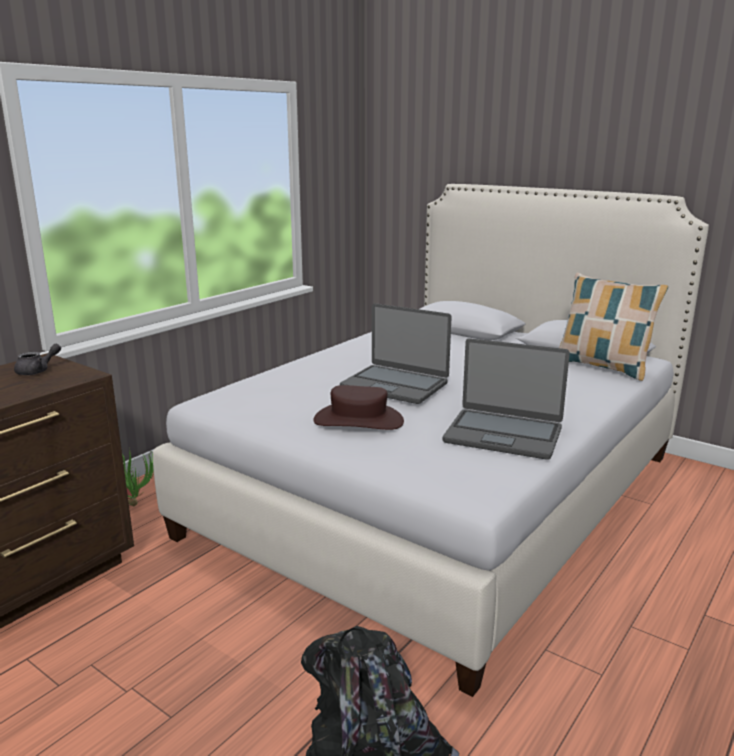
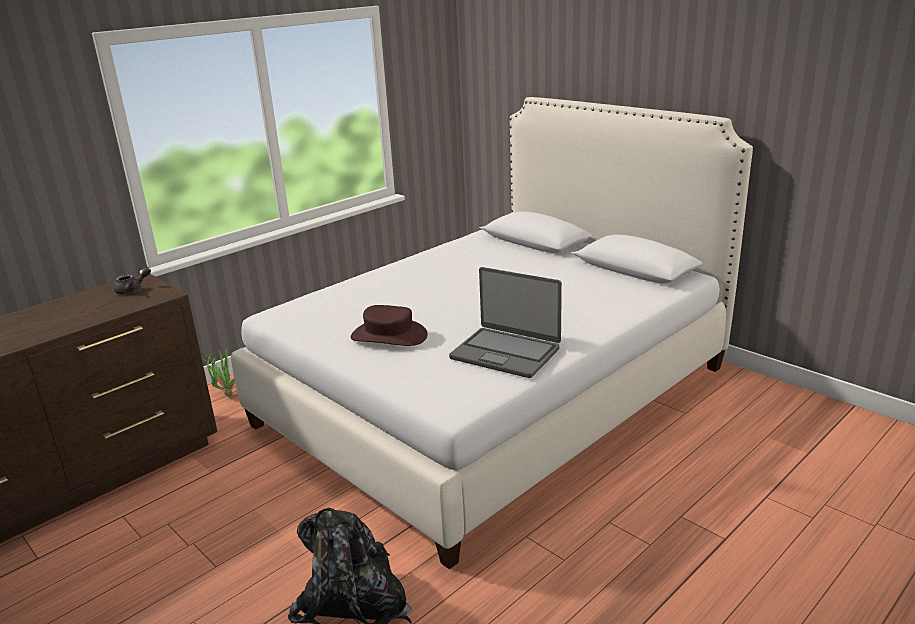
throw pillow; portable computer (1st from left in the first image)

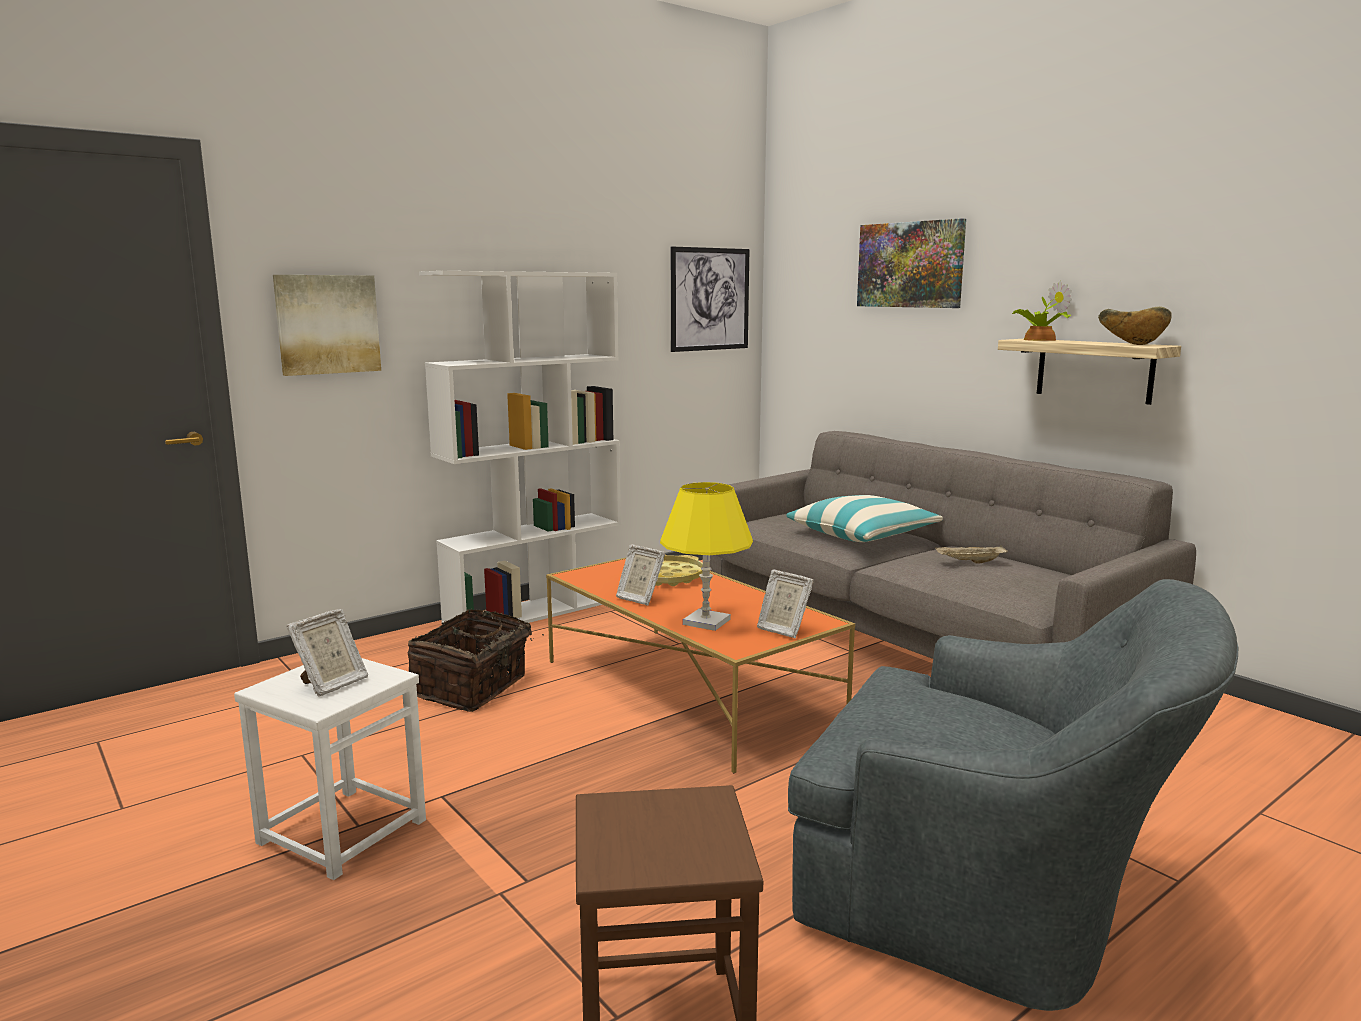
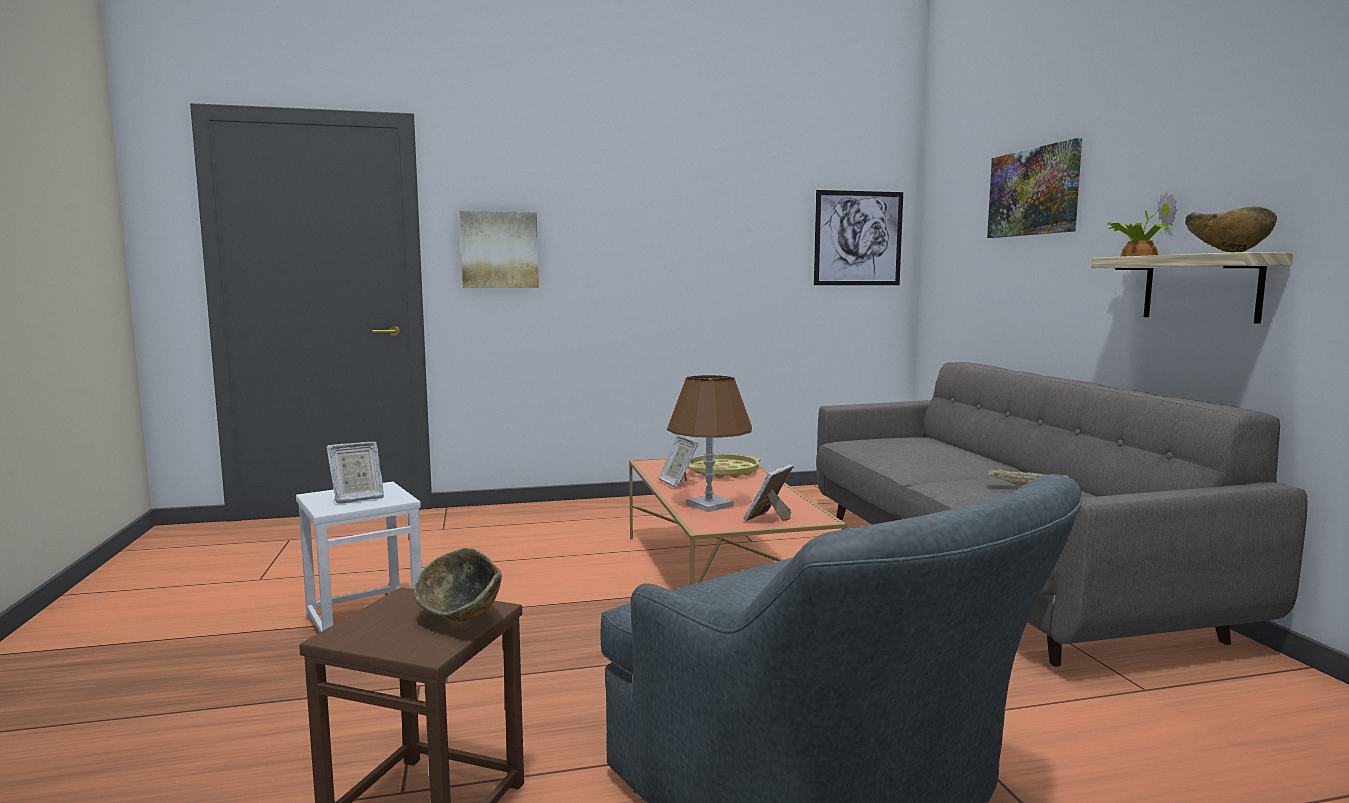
white-coloured bookshelf; brown-coloured lamp for a table; throw pillow; picture frame (3rd from left); household basket; bowl (1st from left)

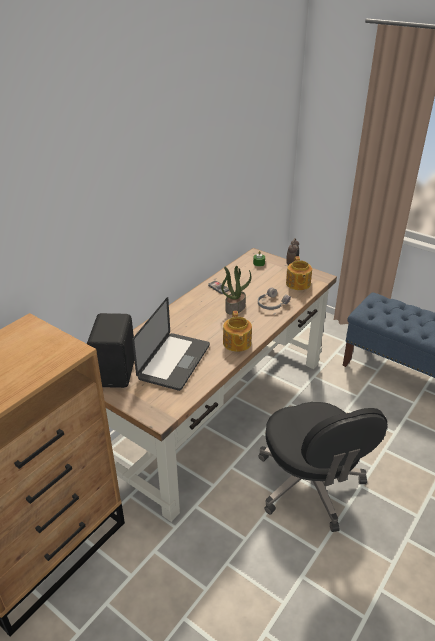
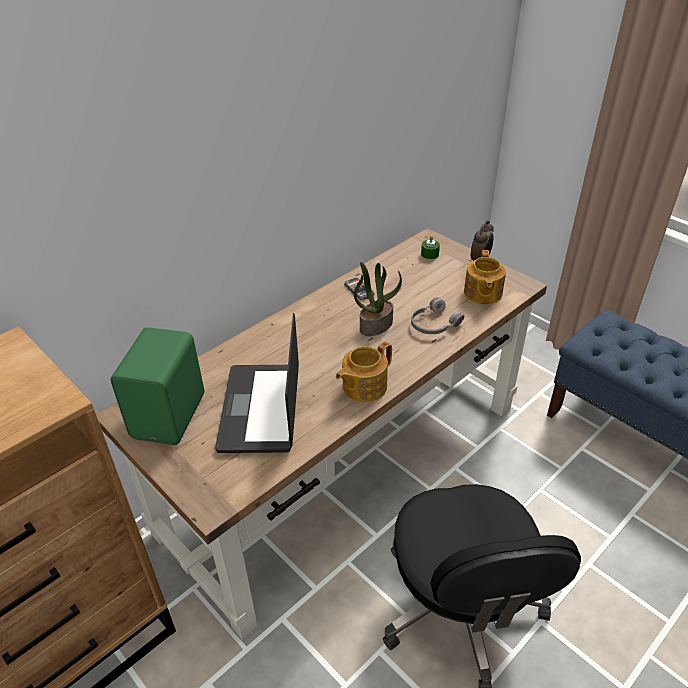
portable computer; tea pot (1st from left); greenish speaker

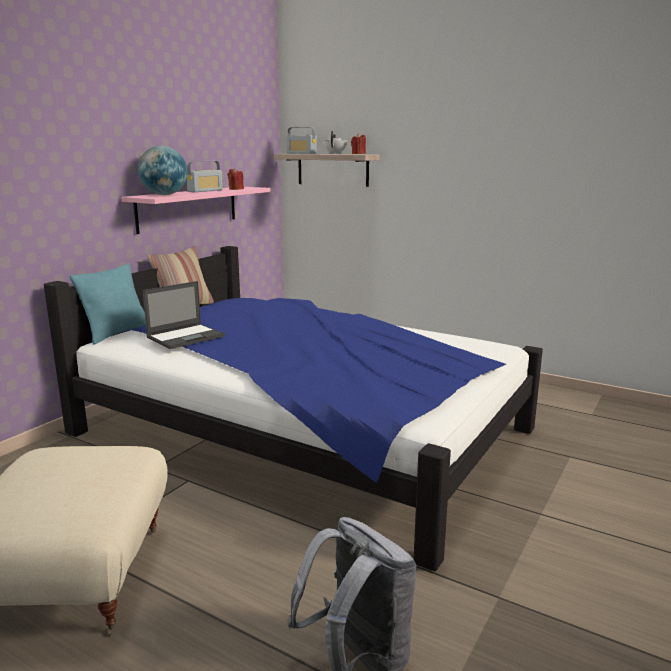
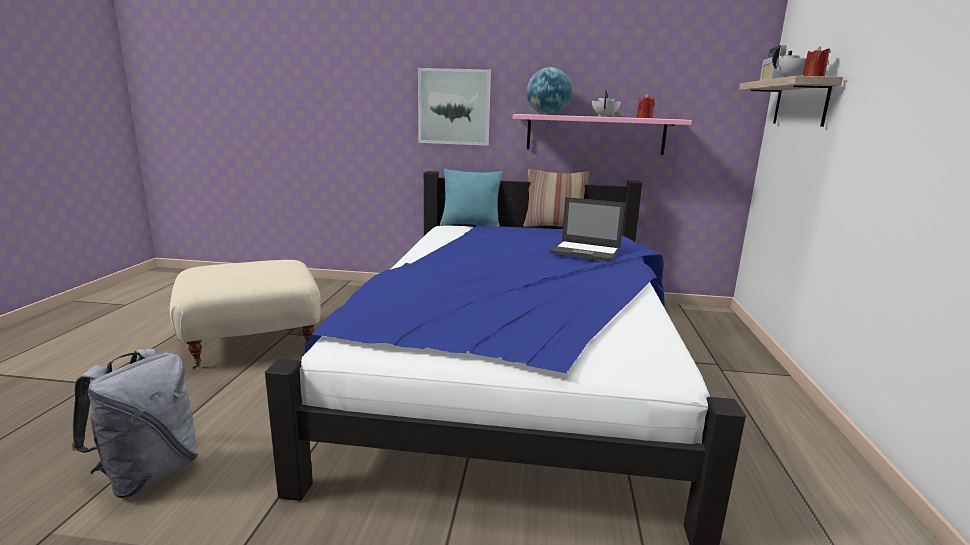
white-coloured tea pot (1st from left); portable computer; picture

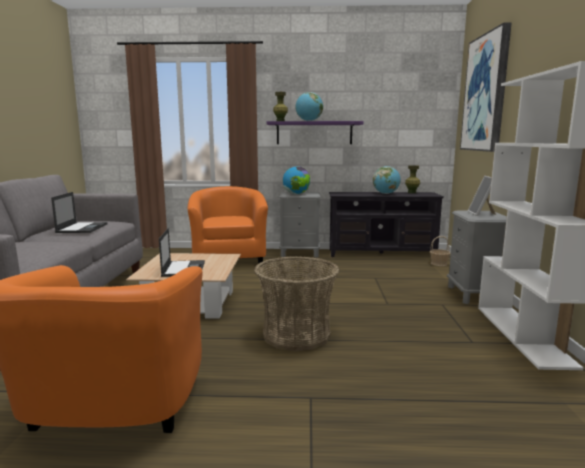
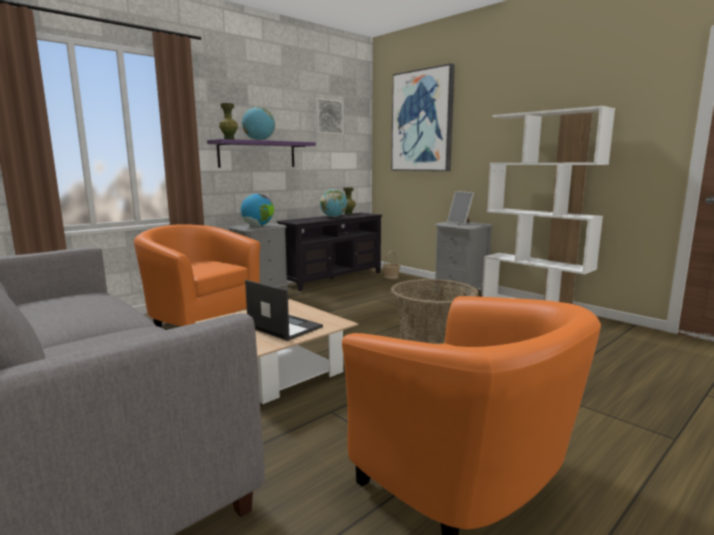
portable computer (1st from left in the first image); picture (1st from left)

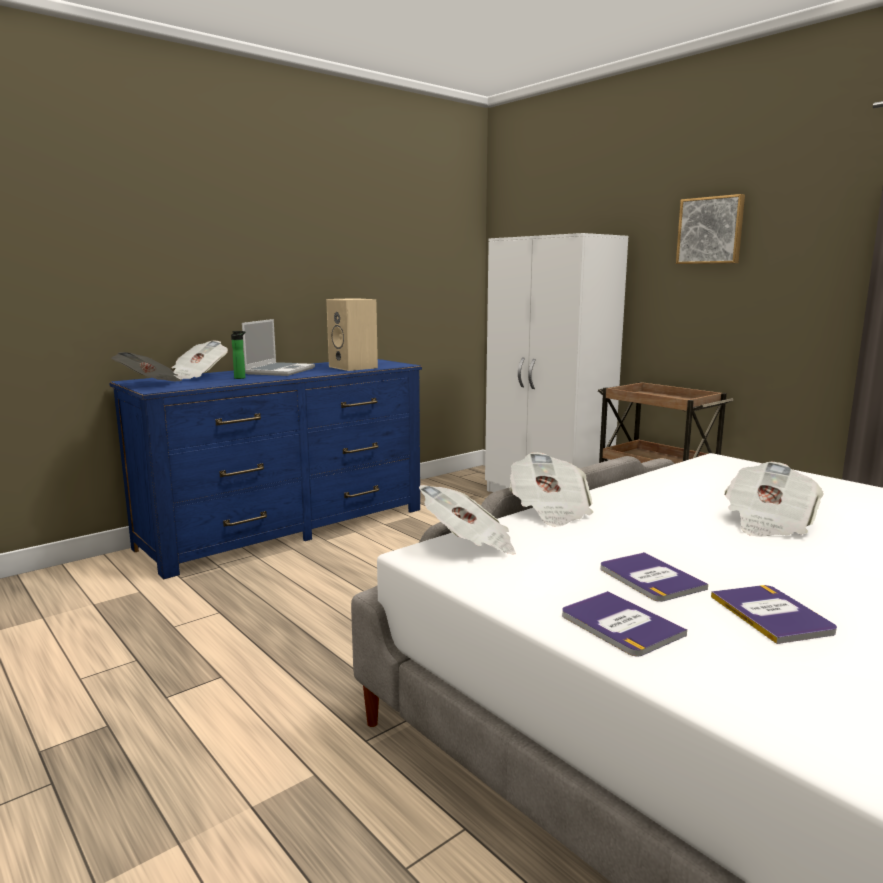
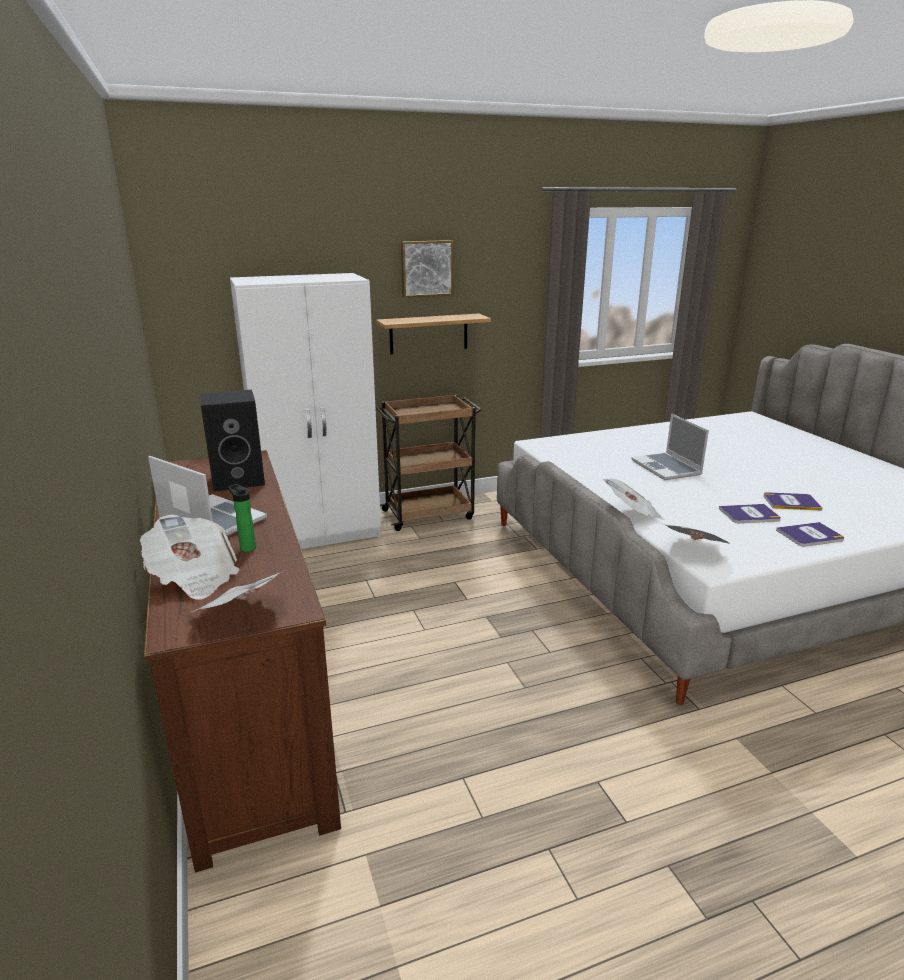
blackish speaker; brown-coloured drawer chest; portable computer (2nd from left); bracket shelf

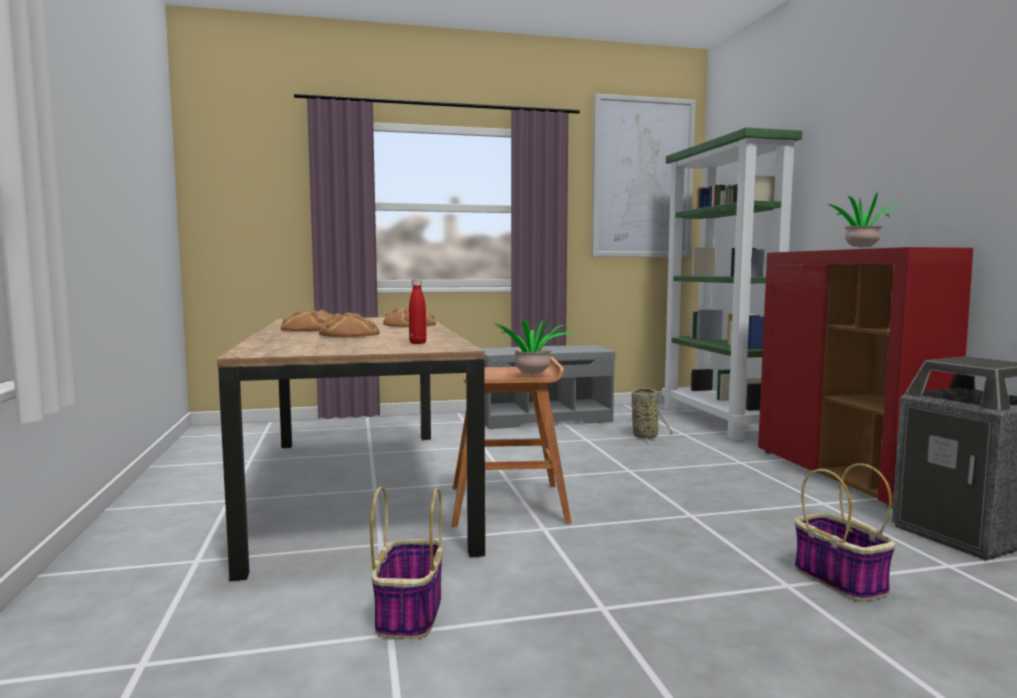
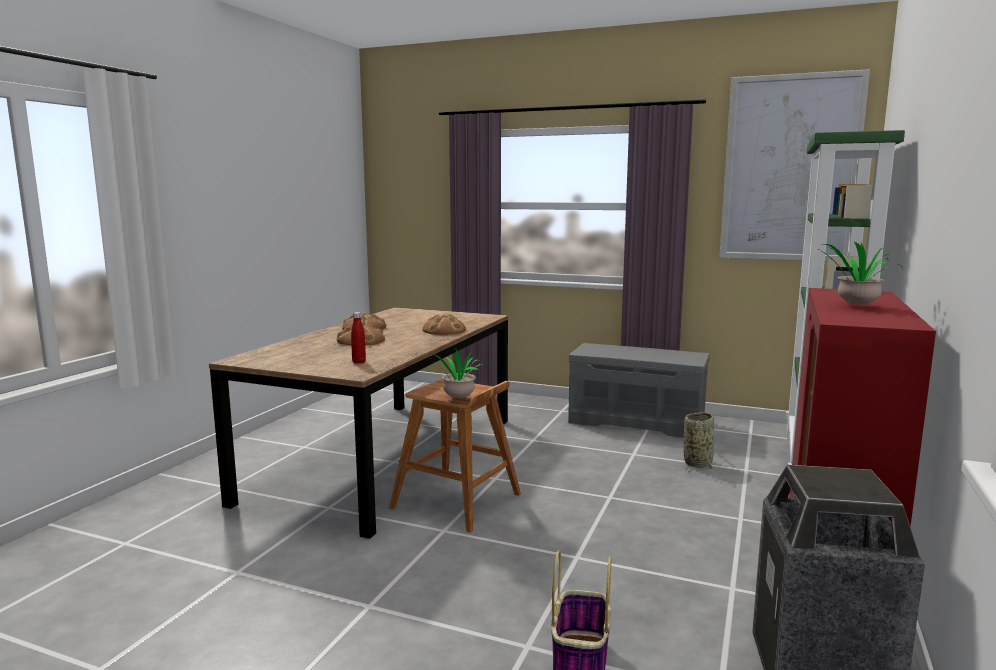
household basket (1st from left in the first image)

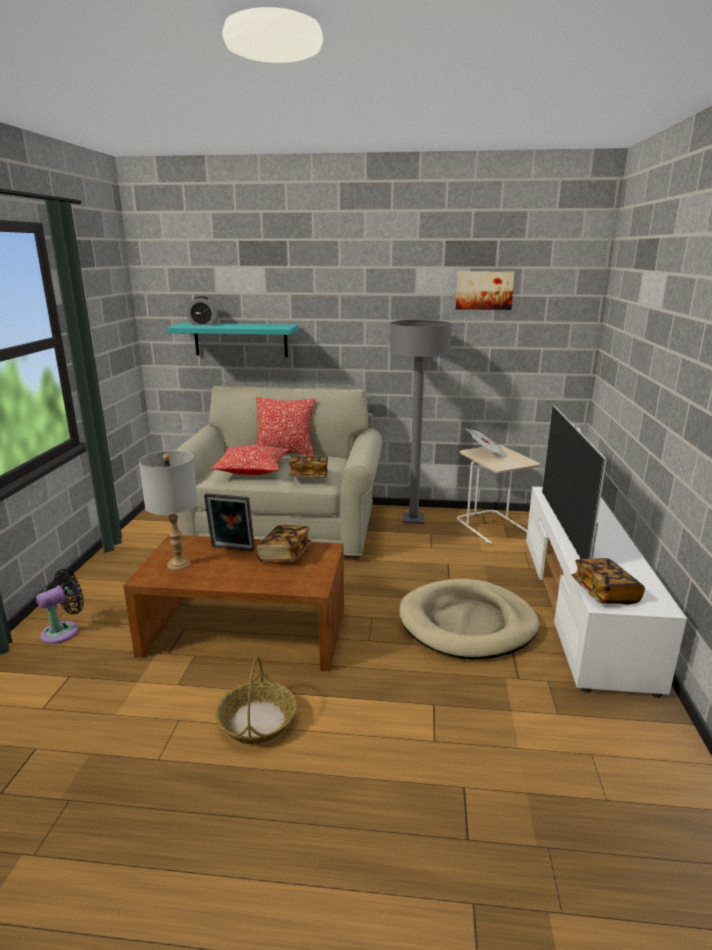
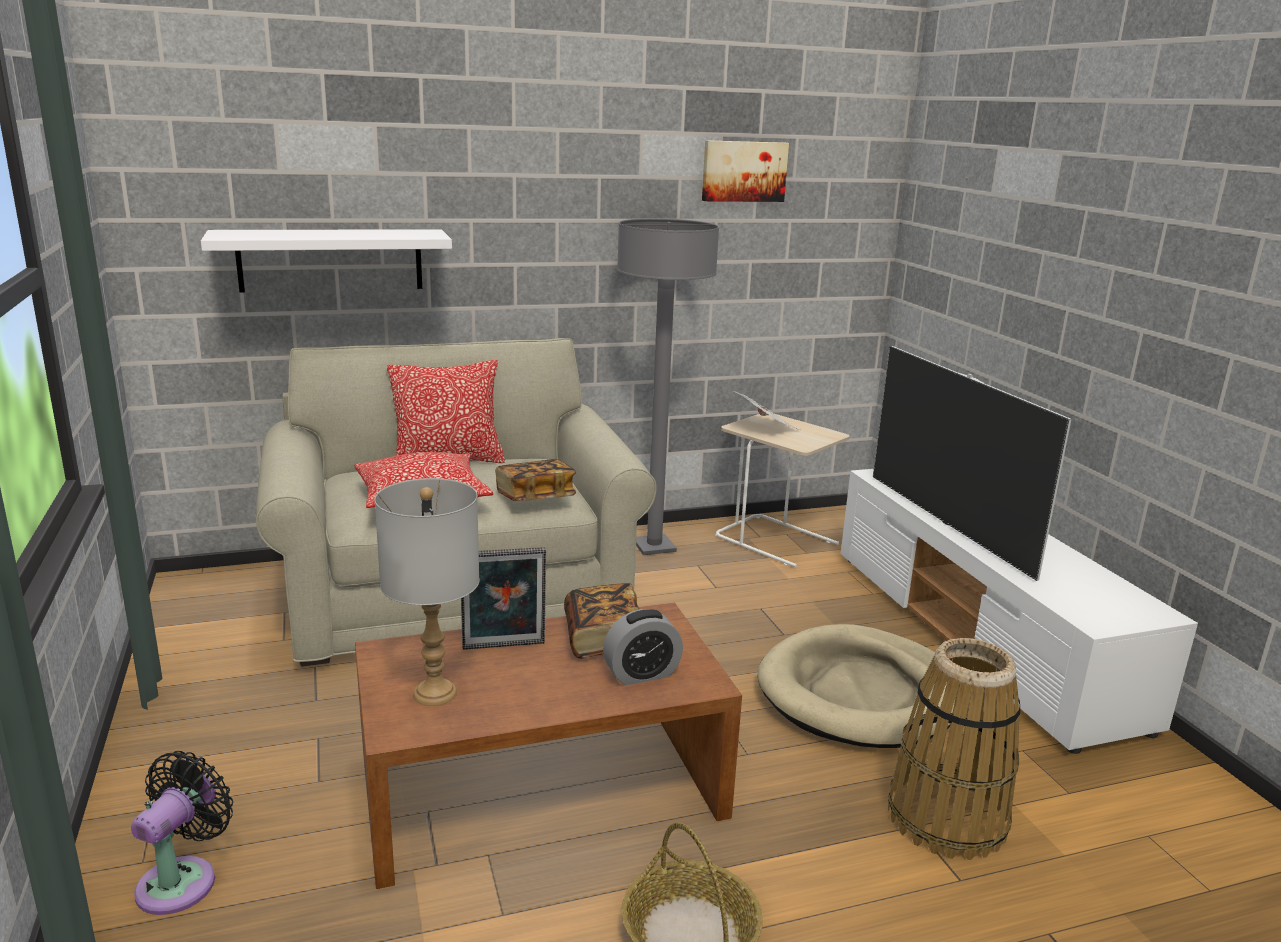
bedside clock; white-coloured bracket shelf; volume (3rd from left in the first image); household basket (2nd from left)

